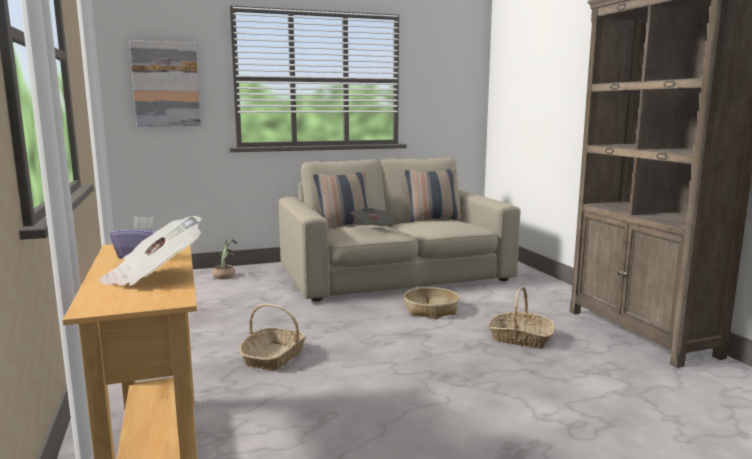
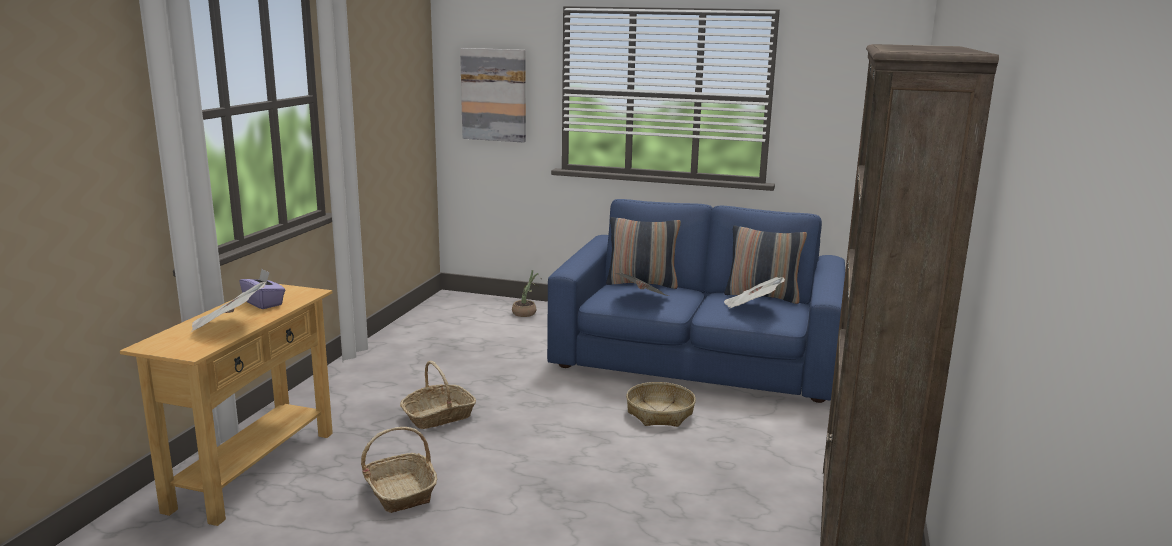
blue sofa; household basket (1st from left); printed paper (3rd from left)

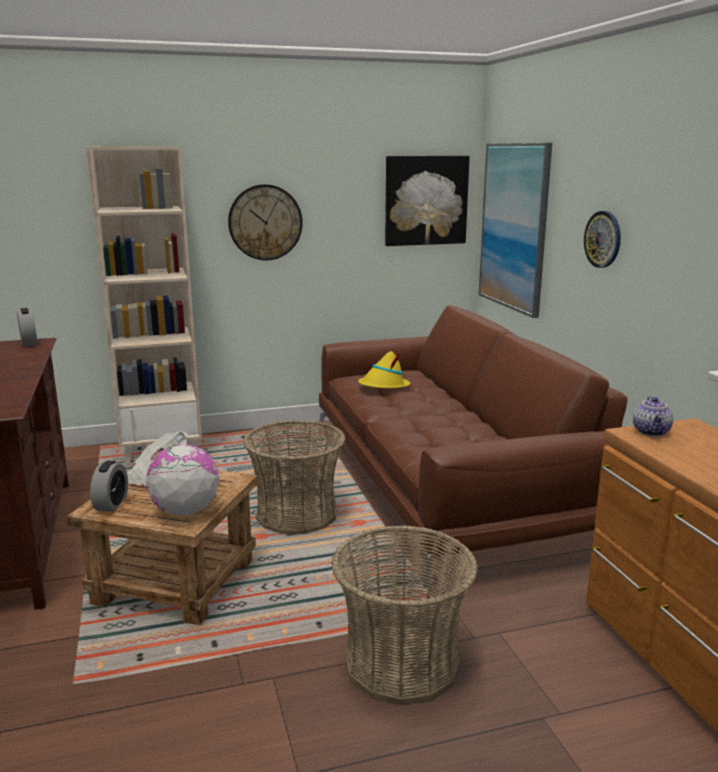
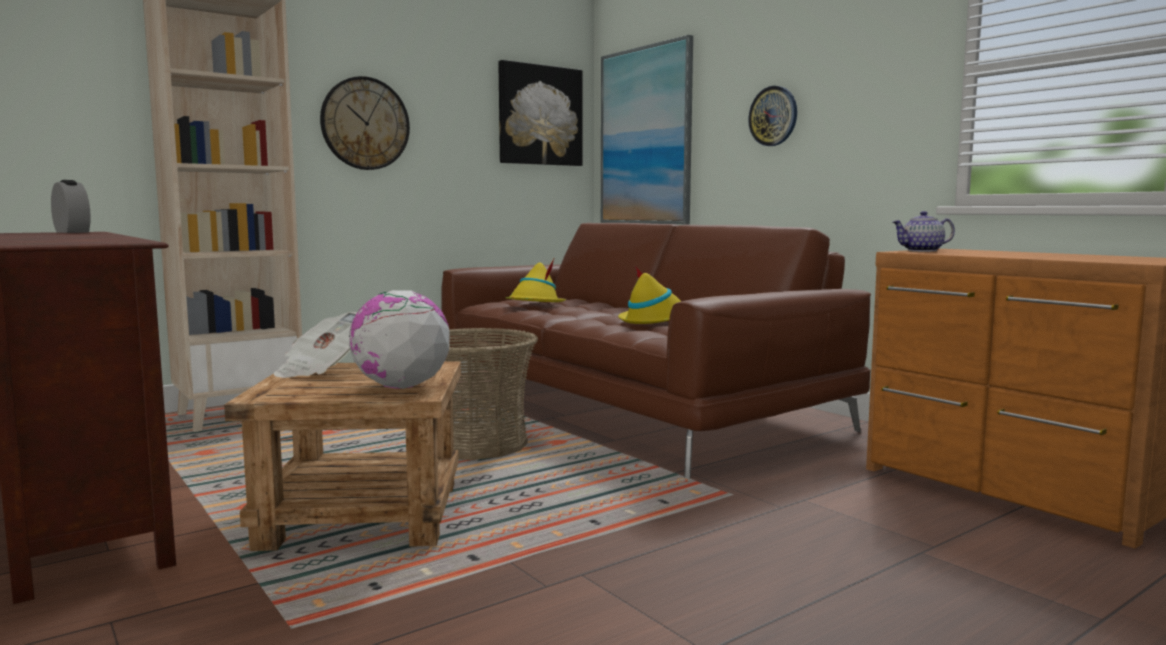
tea pot; bedside clock (2nd from left in the first image); household basket (2nd from left in the first image); yellow-coloured clothing hat (2nd from left)

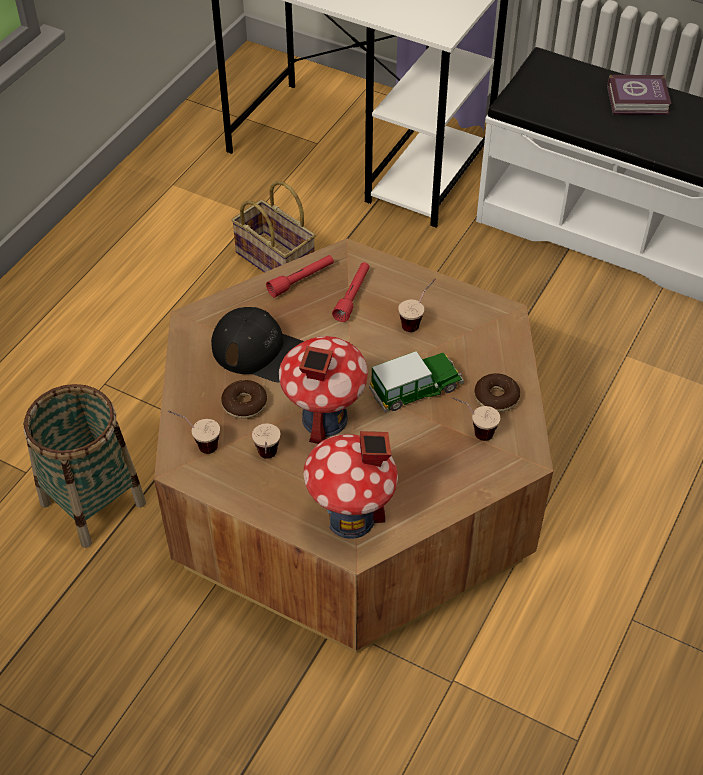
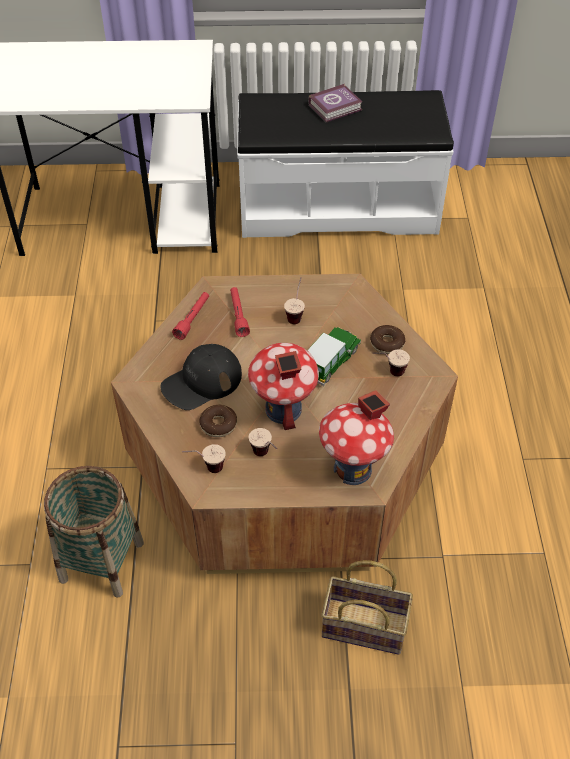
household basket (2nd from left); blackish peaked cap

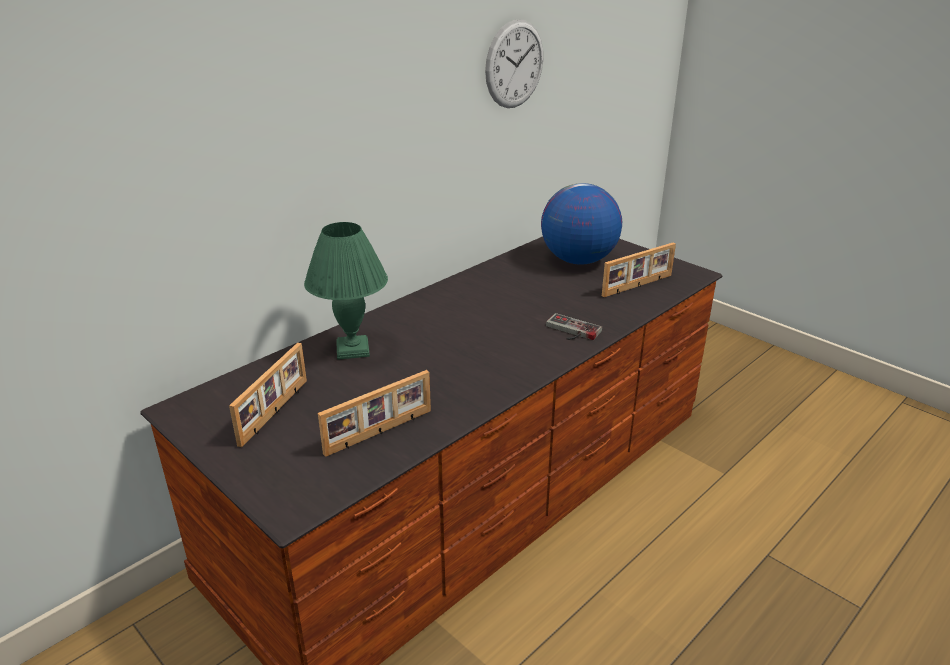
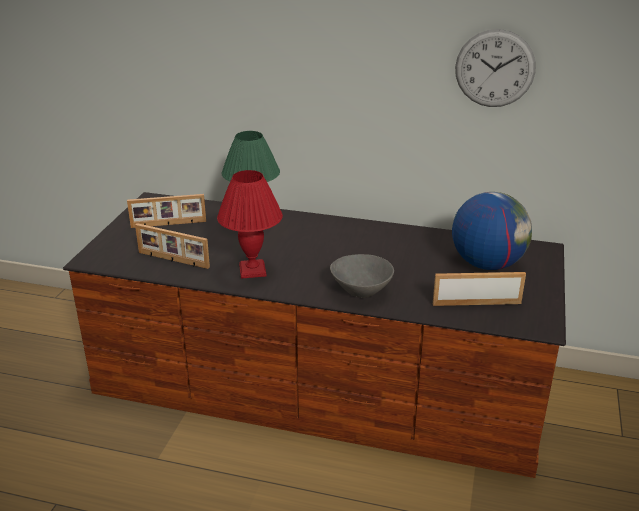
picture frame (3rd from left); gray bowl; red lamp for a table

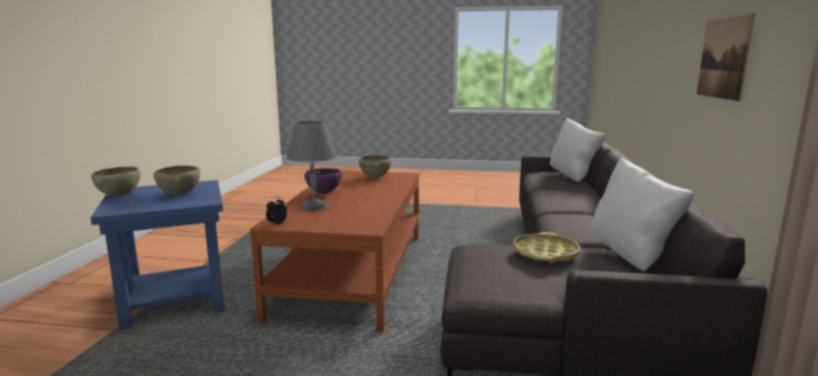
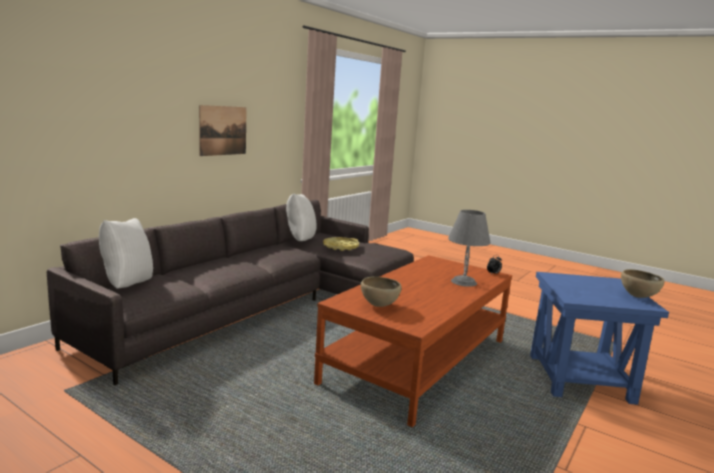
brown-coloured bowl (2nd from left in the first image); purplish bowl

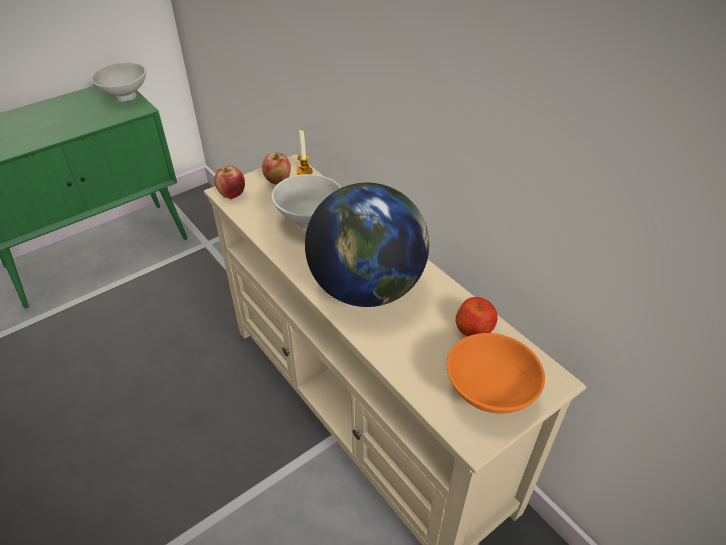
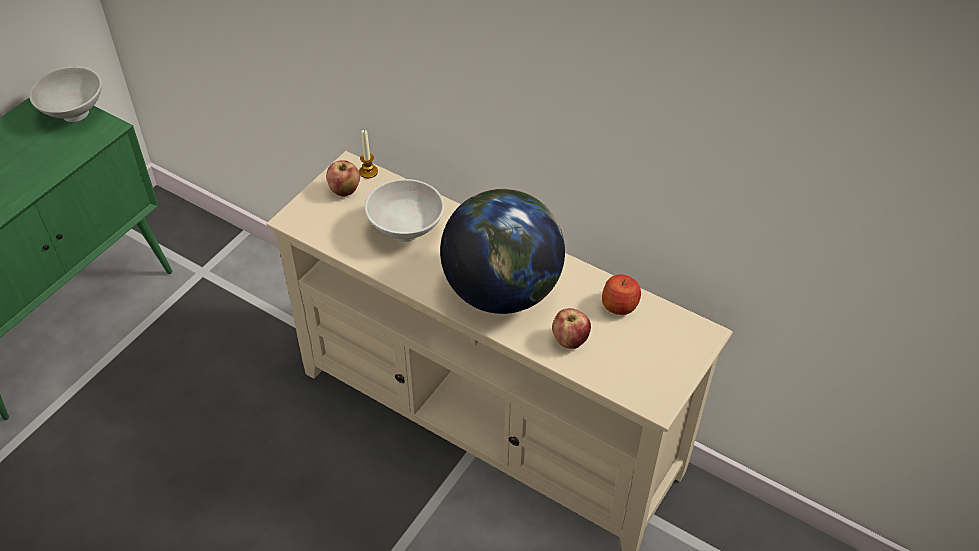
apple fruit (2nd from left); orangey bowl

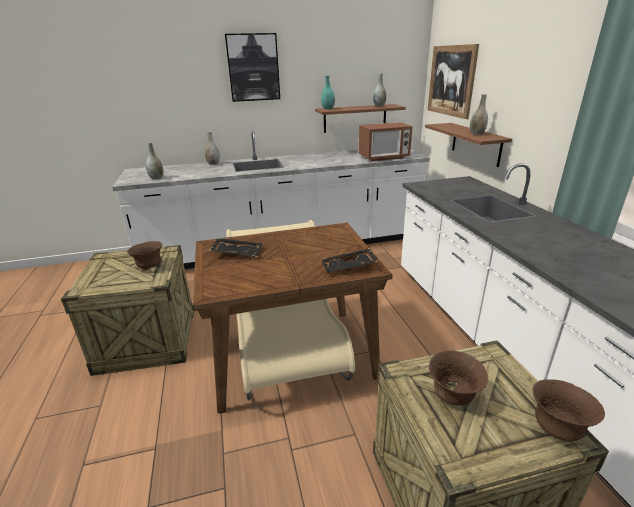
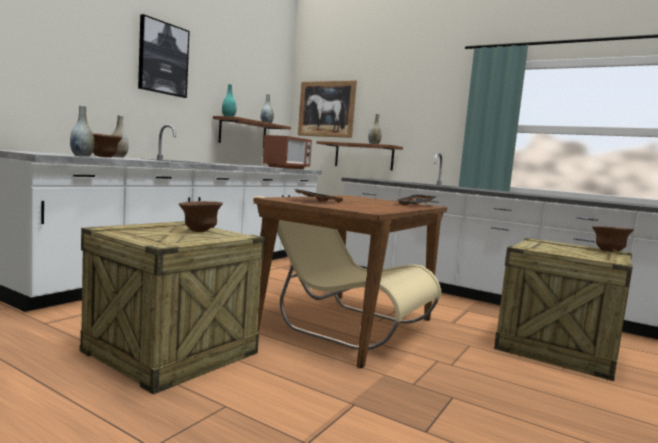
brown-coloured bowl (1st from left)

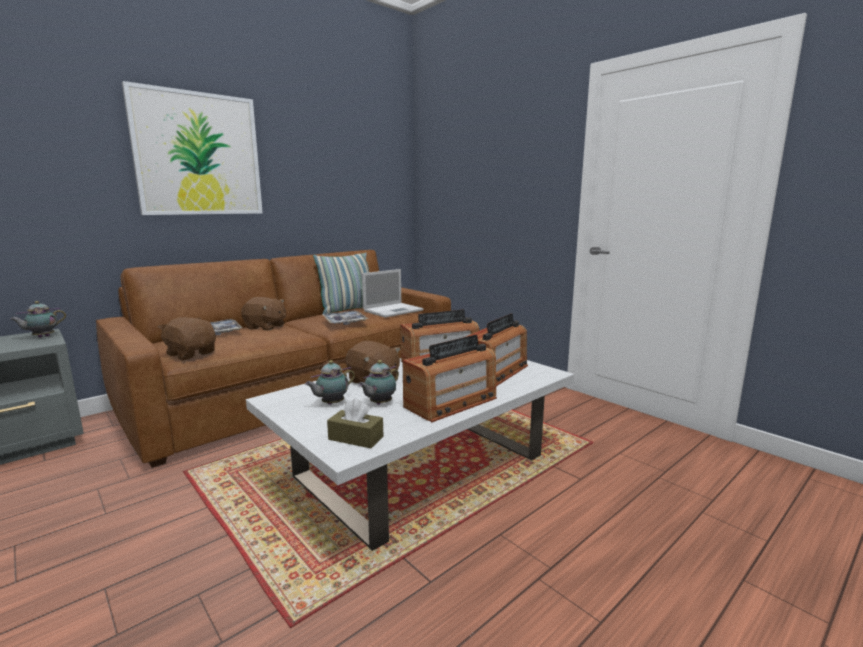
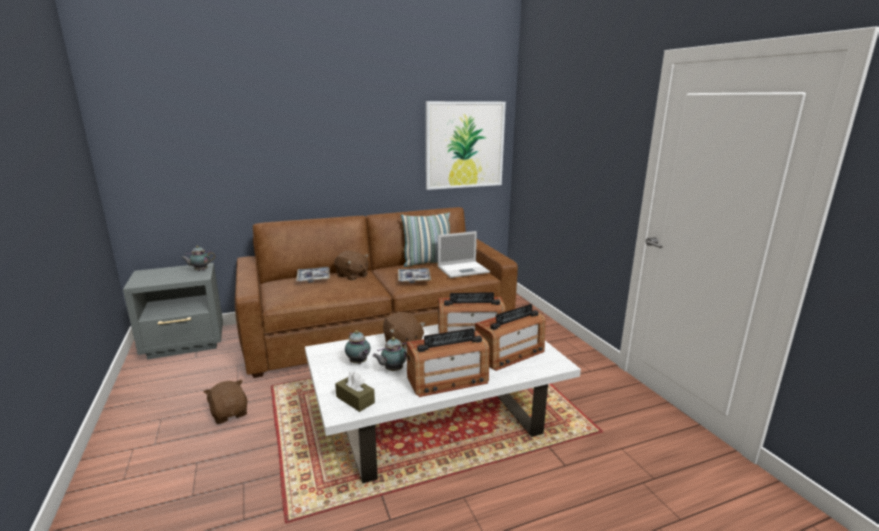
picture; brown-coloured cuddly toy (1st from left); tea pot (2nd from left)

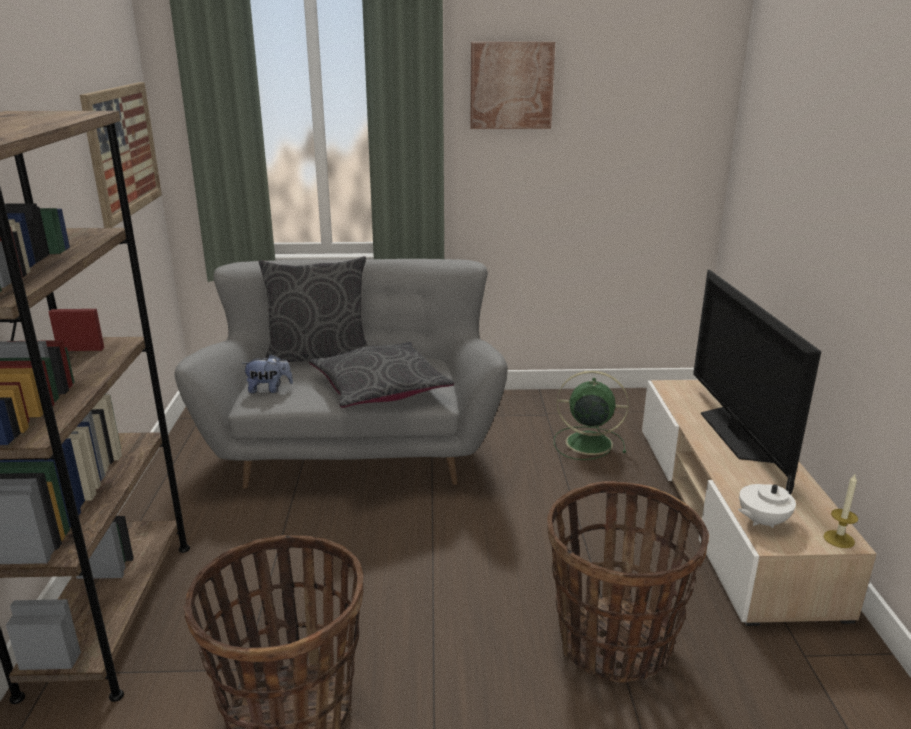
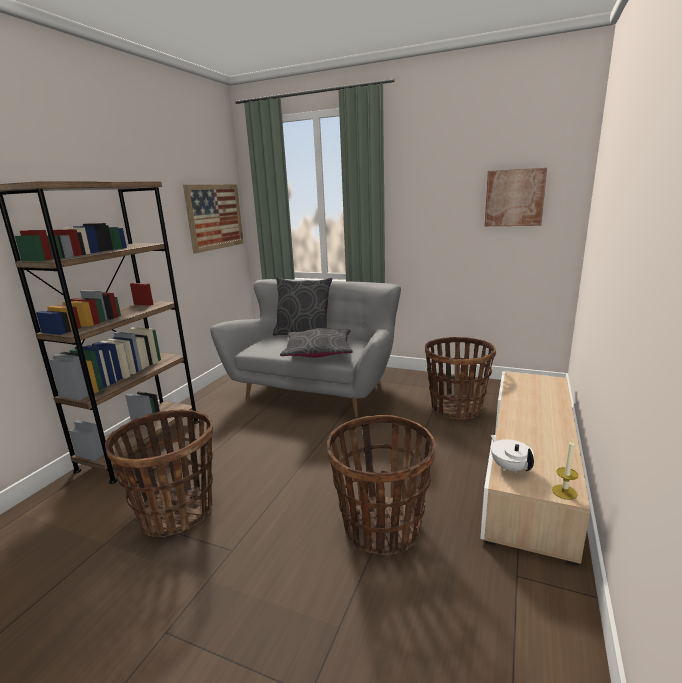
picture (2nd from left); television; cuddly toy; household basket (3rd from left); white-coloured tea pot

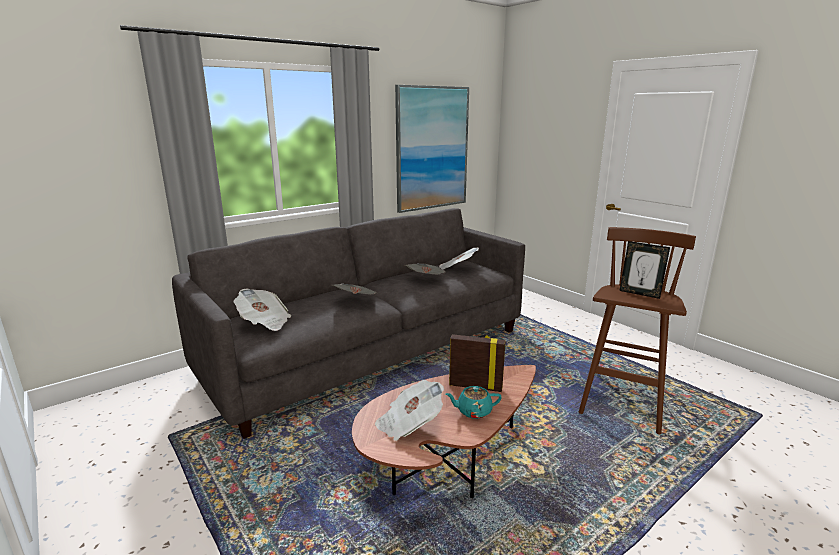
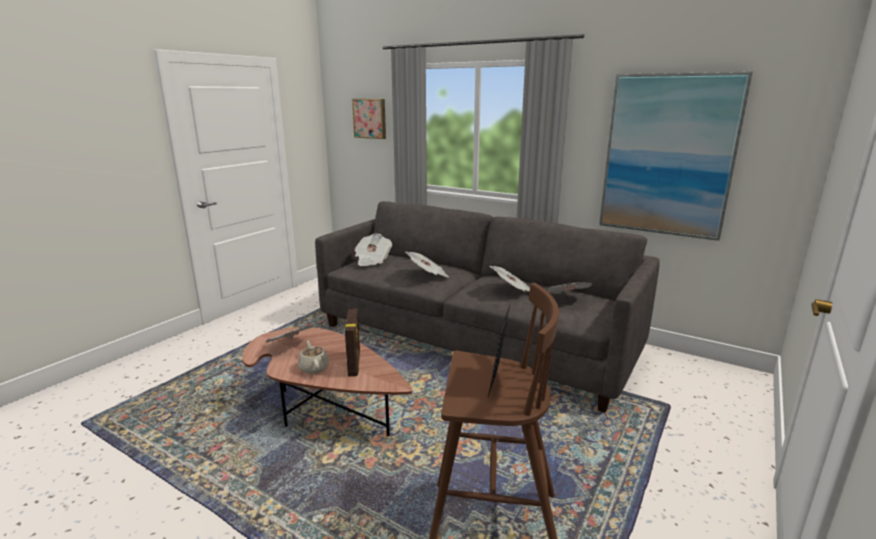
beige-coloured tea pot; picture (1st from left)

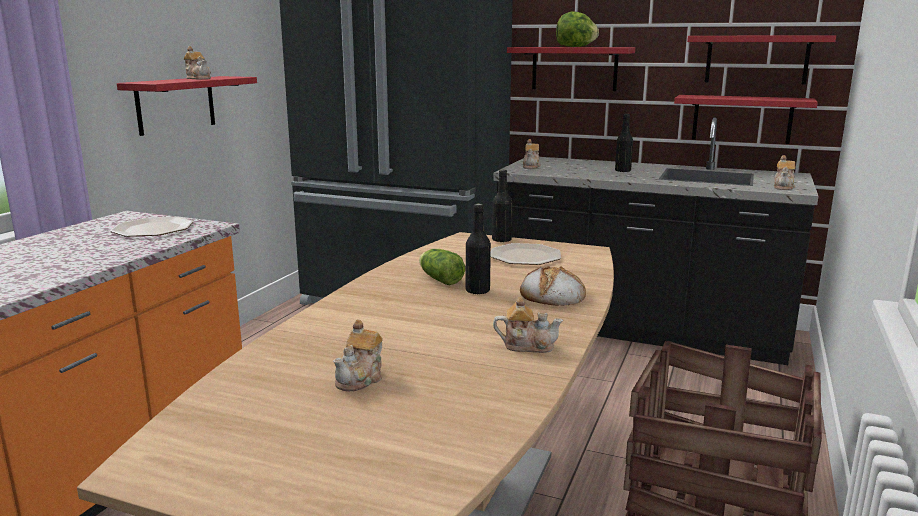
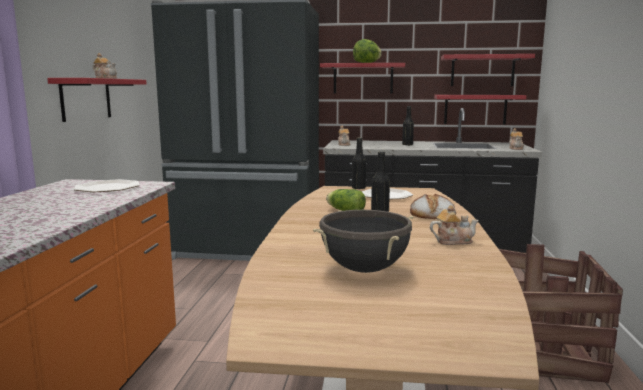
blackish saucepot

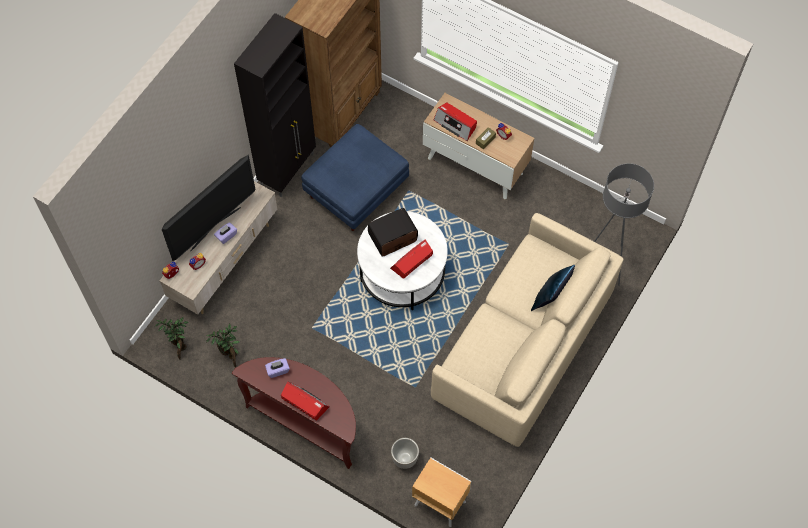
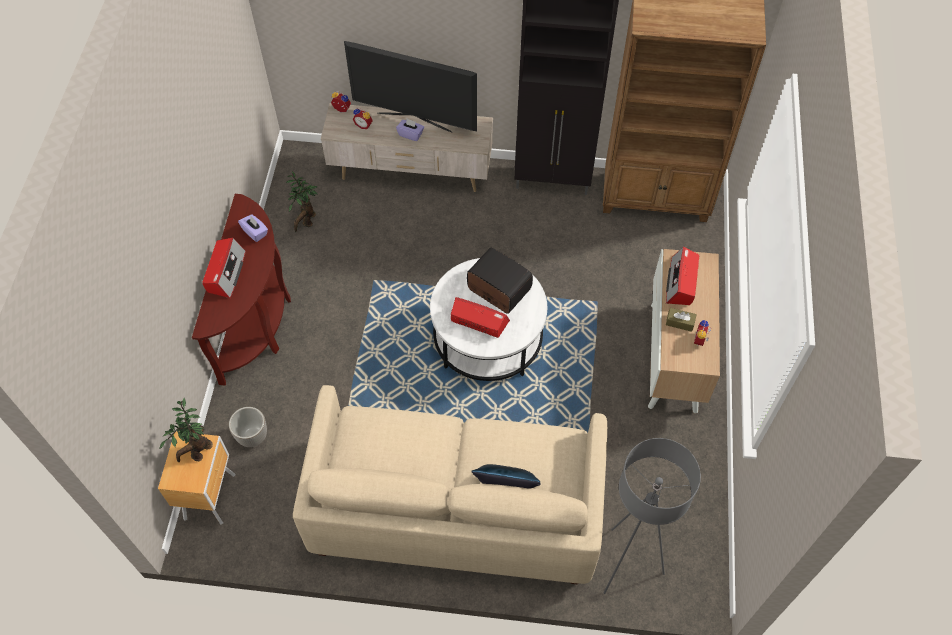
blue pouffe; houseplant (1st from left)

